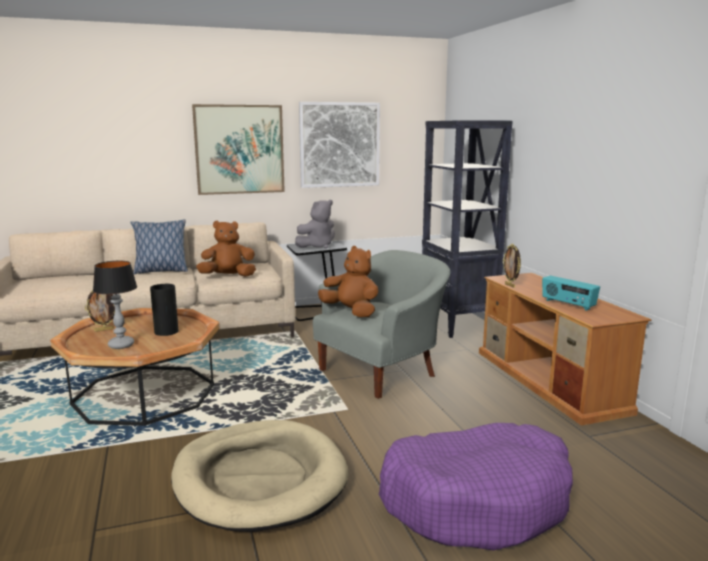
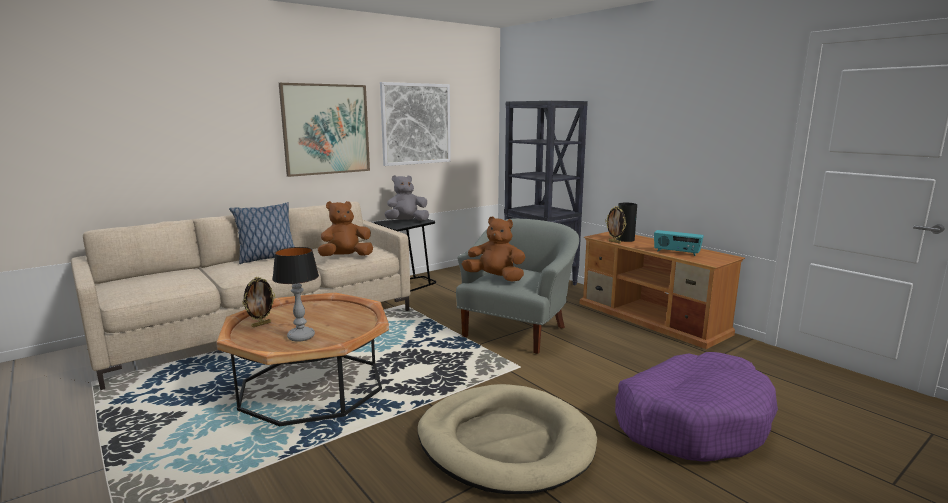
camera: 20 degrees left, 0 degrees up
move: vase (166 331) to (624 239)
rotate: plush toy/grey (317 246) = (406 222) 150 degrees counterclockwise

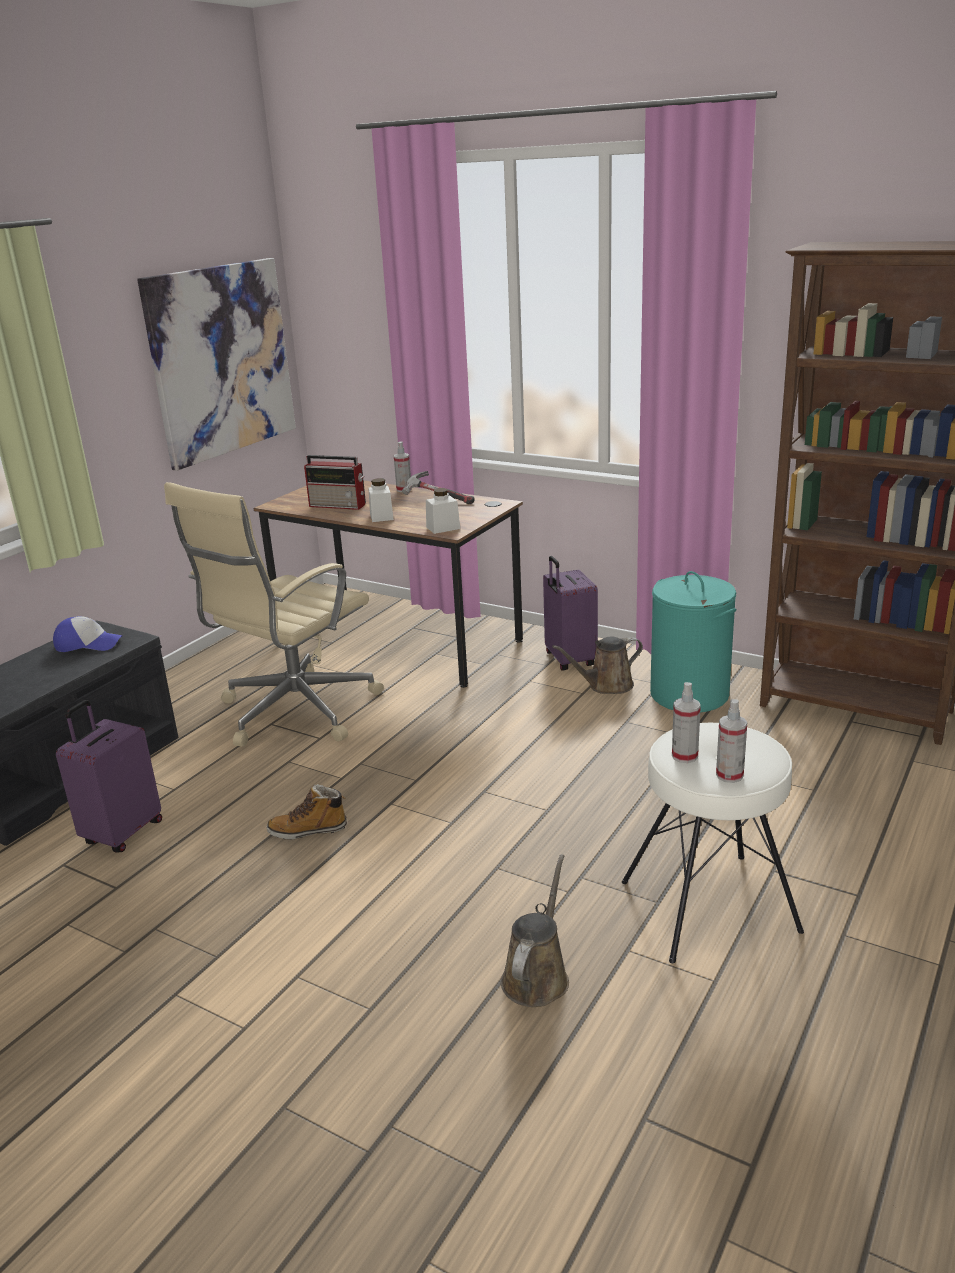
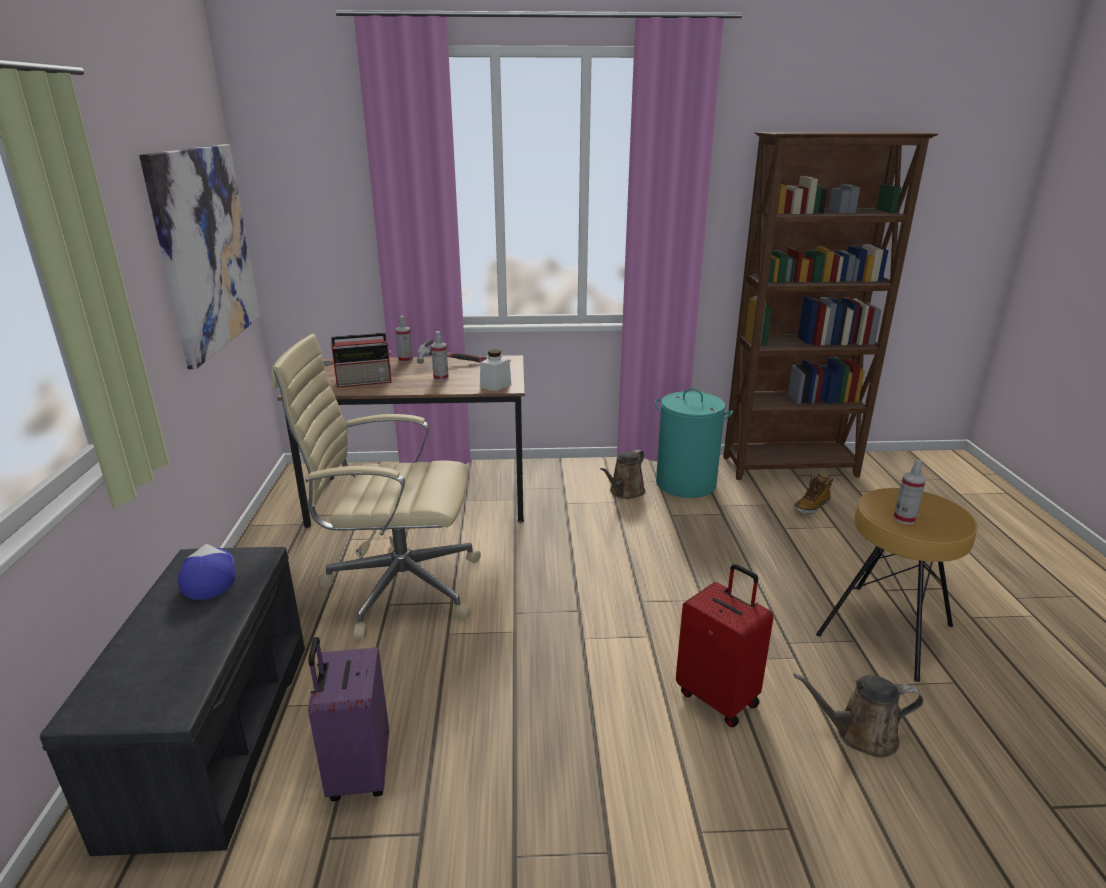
camera: 35 degrees left, 0 degrees up
delete: jar/white (381 516); suitcase/purple (568 660)
insert: suitcase/red (718 697)
move: spray bottle (729 775) to (441 378); boot (308 830) to (811 507)
recolor: stool/white (710 907) to stool/brown (886 630)
rotate: cap (88 644) = (210 577) 75 degrees counterclockwise; office chair/beige (294 712) = (397 586) 90 degrees clockwise; watering can/brown (537 976) = (860 734) 75 degrees counterclockwise

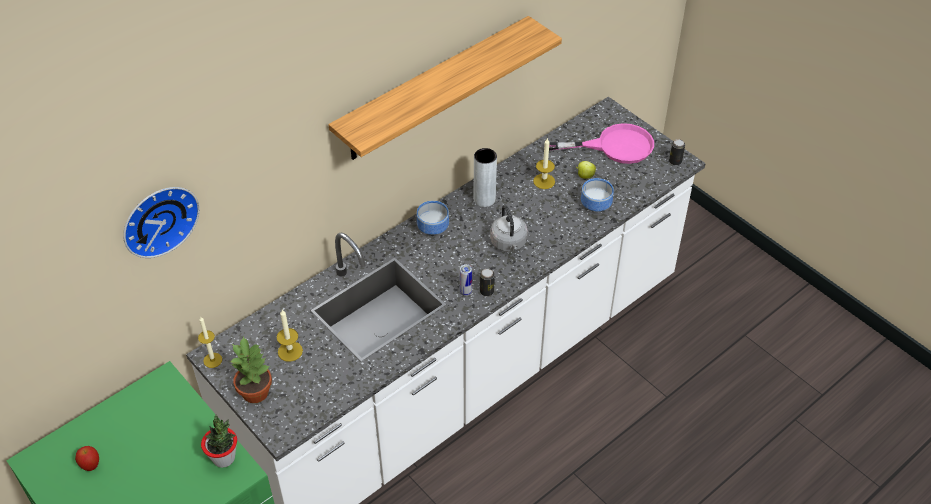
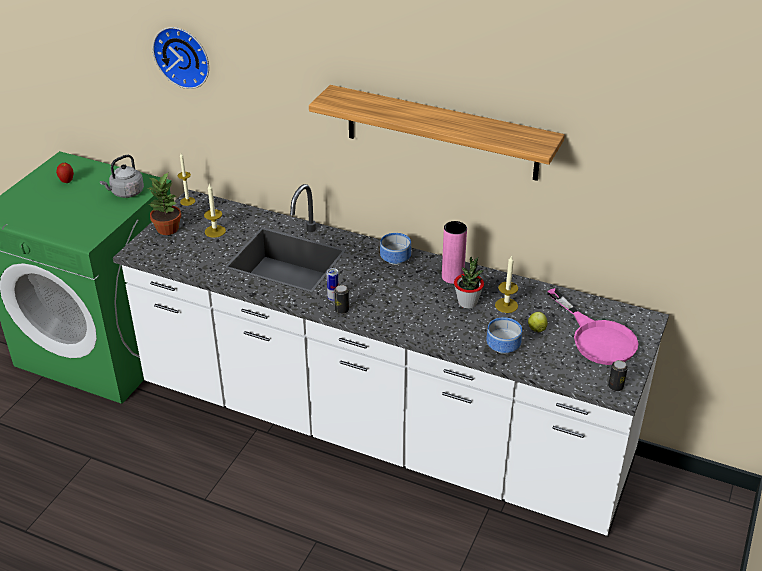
camera: 65 degrees right, 10 degrees down
move: kettle/grey (509 244) to (126 193); potted plant (224 458) to (467 303)
recolor: vase/grey (484 199) to vase/pink (452 277)

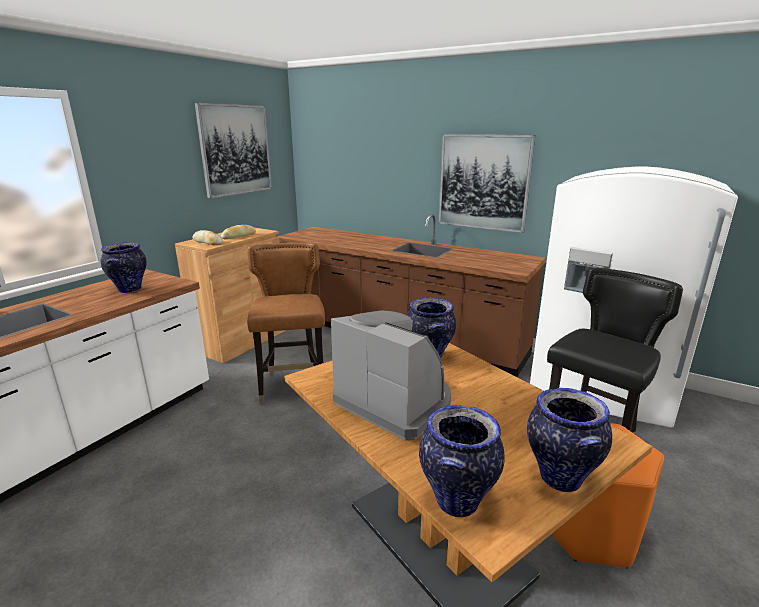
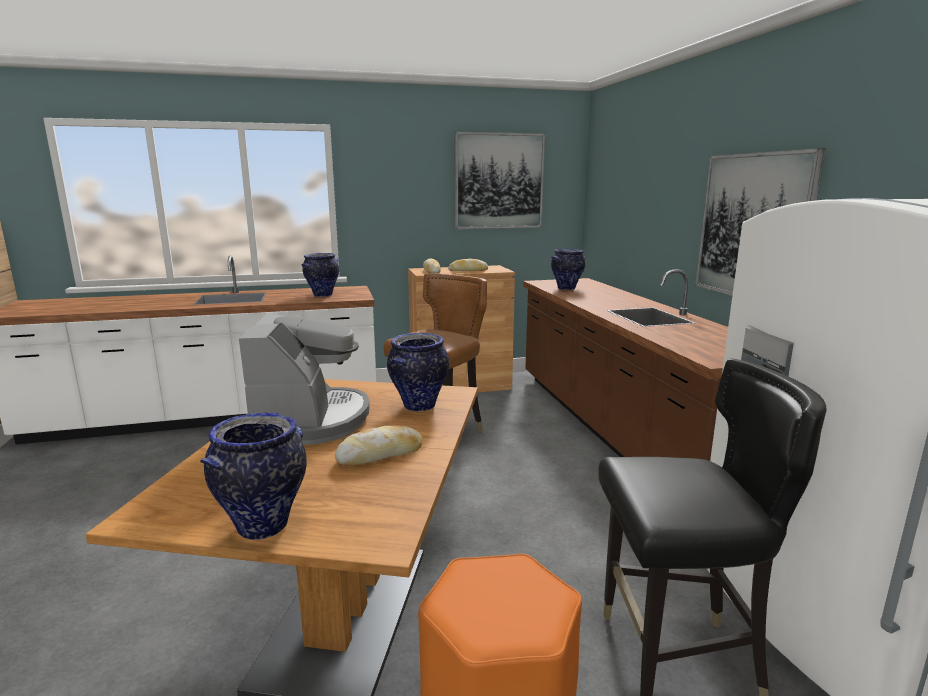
camera: 45 degrees right, 5 degrees down
insert: bread (380 454)
move: vase (457 501) to (566 288)

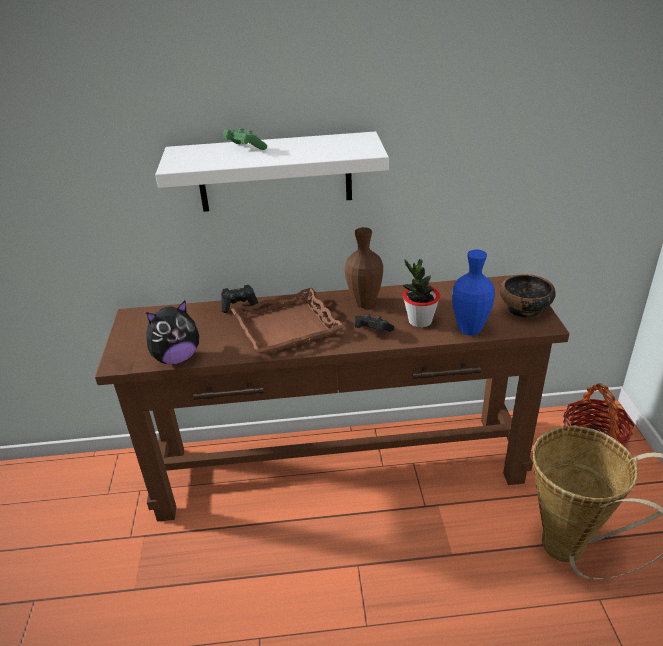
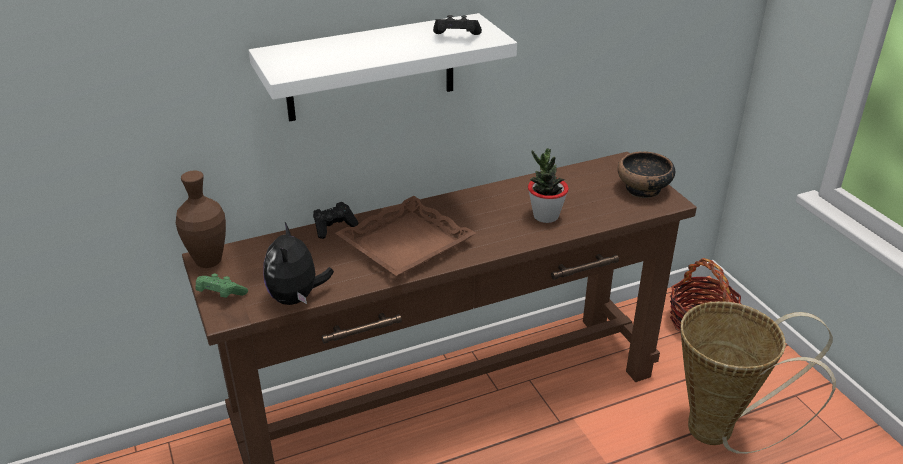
camera: 20 degrees left, 0 degrees up
delete: vase/blue (469 330)
move: vase/brown (364 303) to (208 261); game controller/green (244 149) to (220 295); game controller/black (372 331) to (456 37)
rotate: plush toy (176 358) = (297 298) 135 degrees clockwise

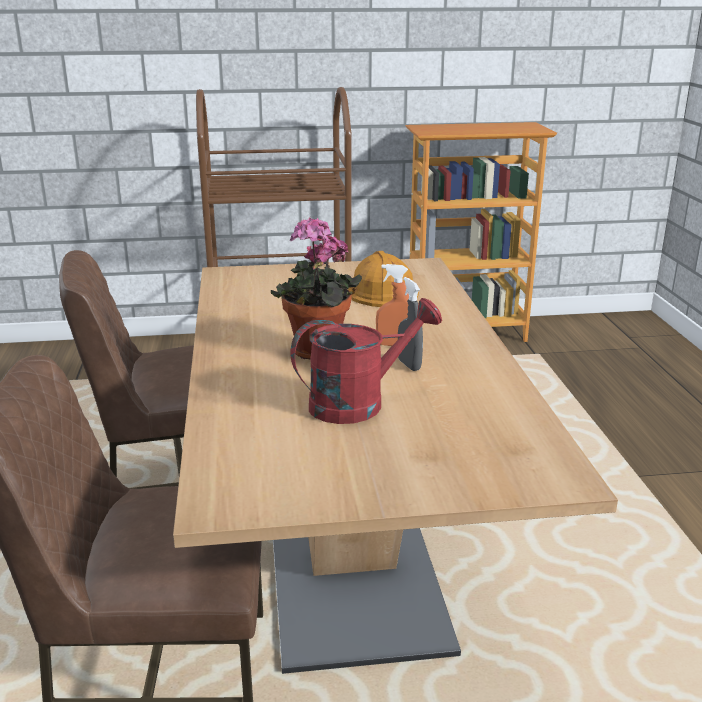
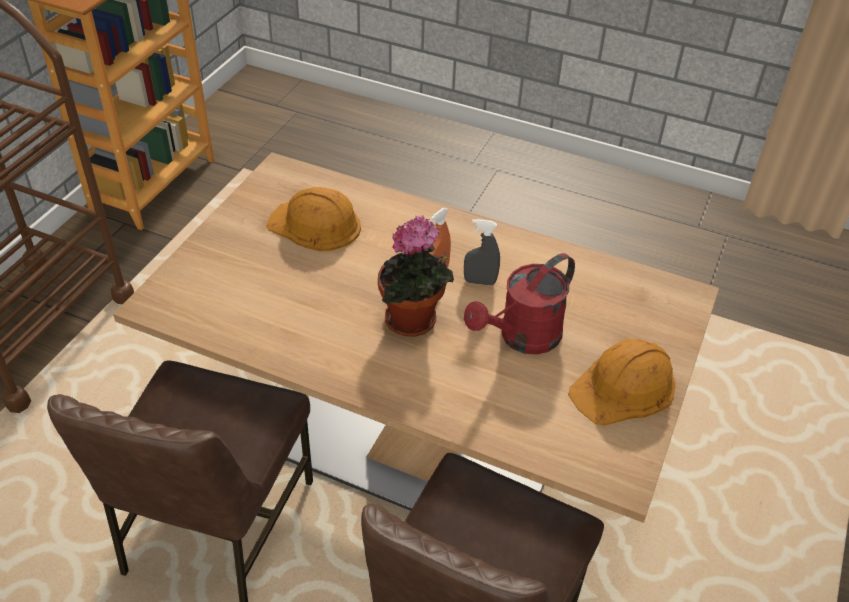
camera: 60 degrees left, 20 degrees up
insert: hard hat/orange (624 388)
rotate: watering can/red (359 402) = (522 338) 135 degrees counterclockwise

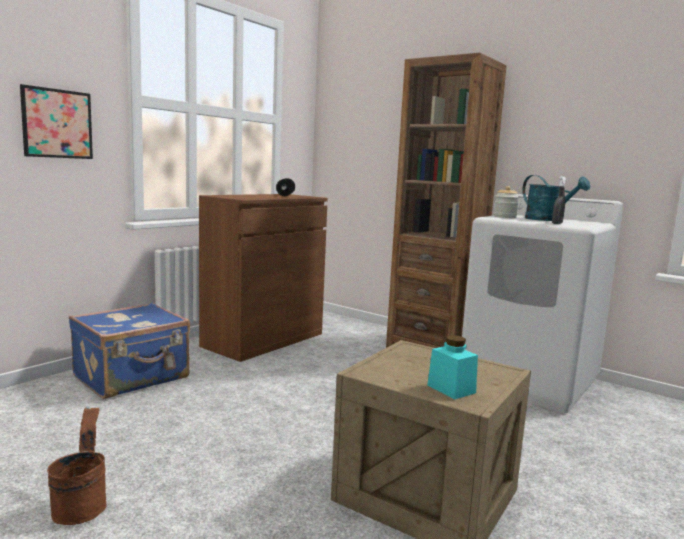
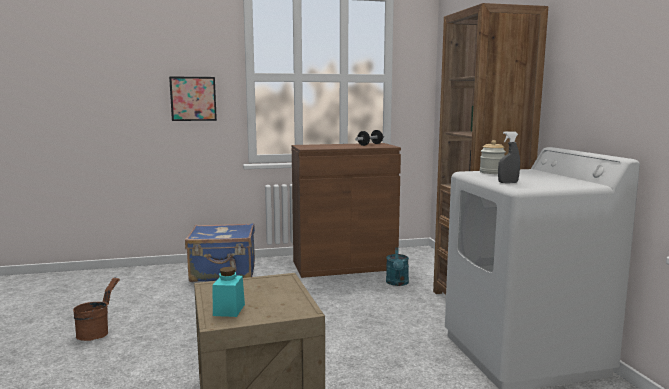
camera: 40 degrees right, 0 degrees up
move: watering can/turquoise (547 220) to (397 283)

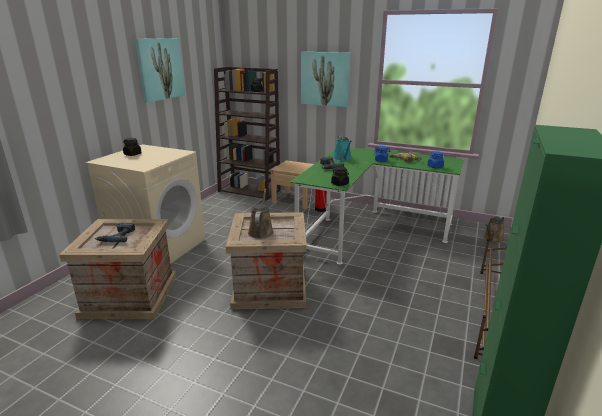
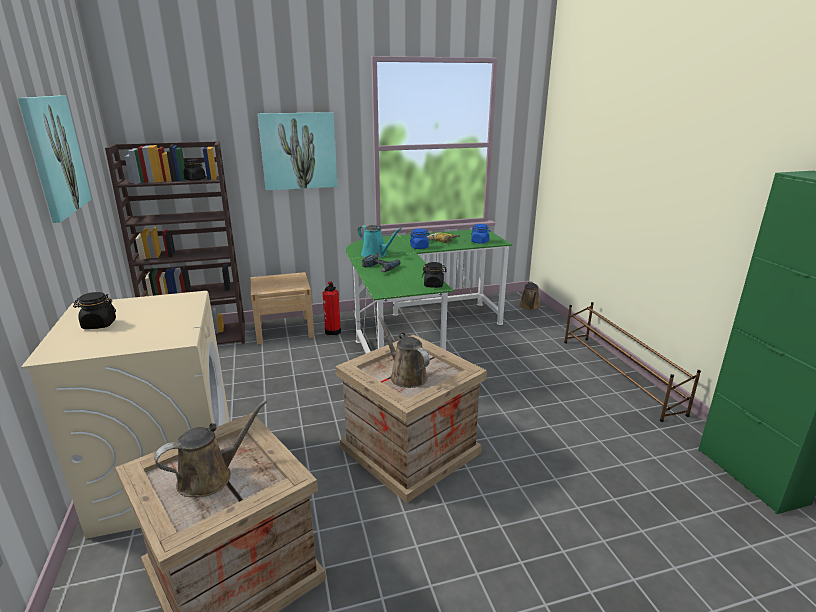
camera: 40 degrees left, 0 degrees up
replace: power drill (117 236) to watering can/brown (210 477)

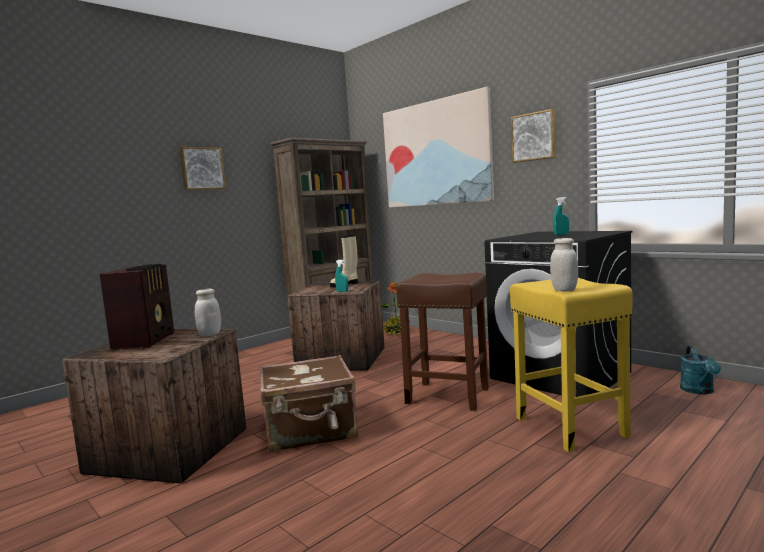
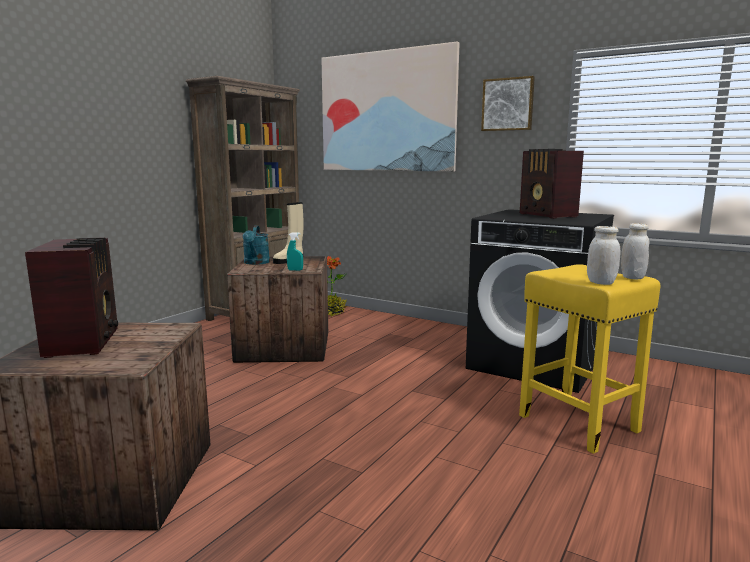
camera: 15 degrees left, 5 degrees up
delete: picture (202 168); suitcase/brown (311 431); stool/brown (449 396)
move: watering can/turquoise (699 391) to (256 263); jar/white (209 334) to (632 277)
replace: spray bottle/turquoise (561 234) to radio (547 215)

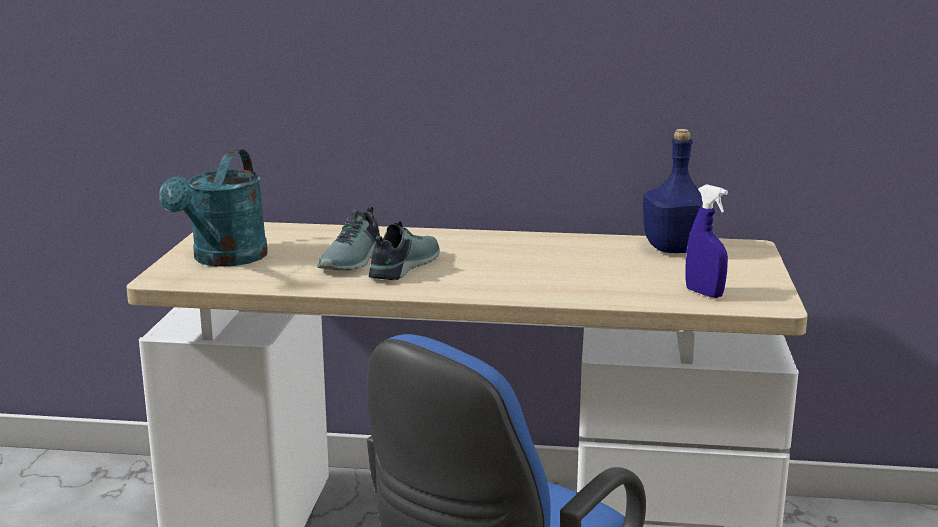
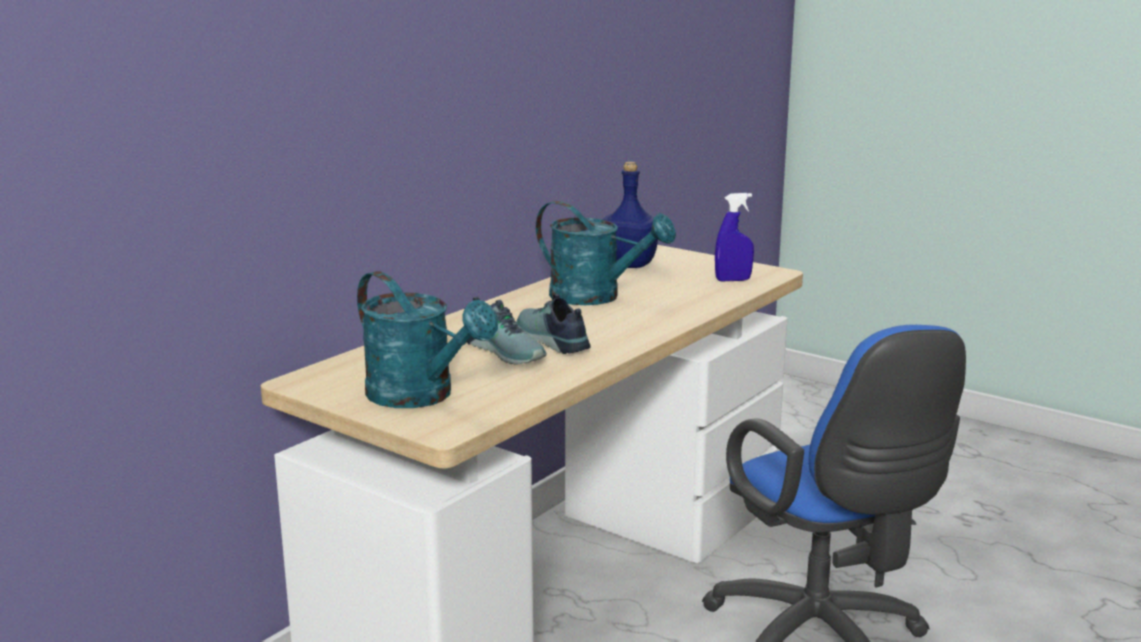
camera: 60 degrees left, 0 degrees up
insert: watering can/turquoise (596 297)

